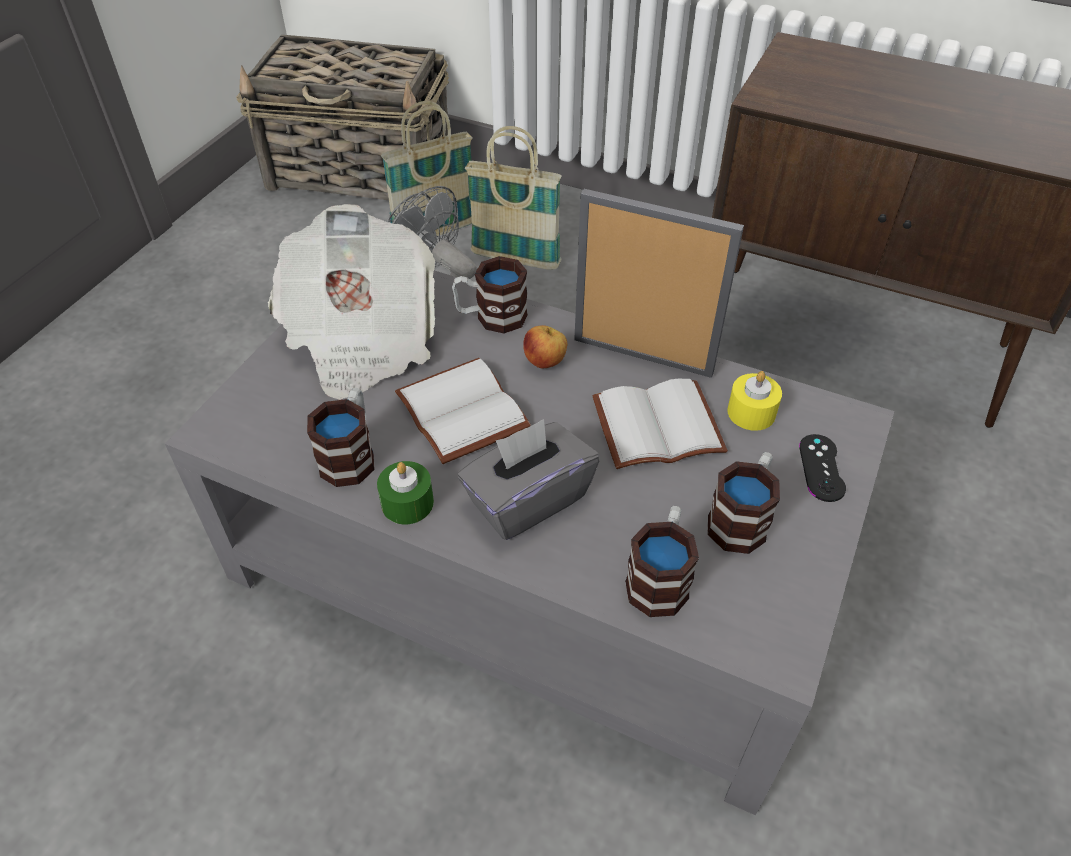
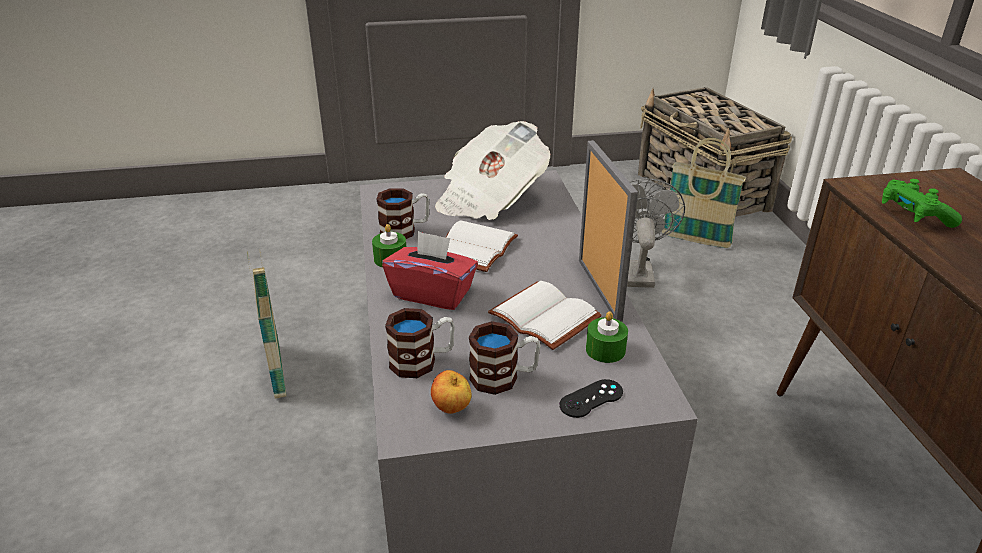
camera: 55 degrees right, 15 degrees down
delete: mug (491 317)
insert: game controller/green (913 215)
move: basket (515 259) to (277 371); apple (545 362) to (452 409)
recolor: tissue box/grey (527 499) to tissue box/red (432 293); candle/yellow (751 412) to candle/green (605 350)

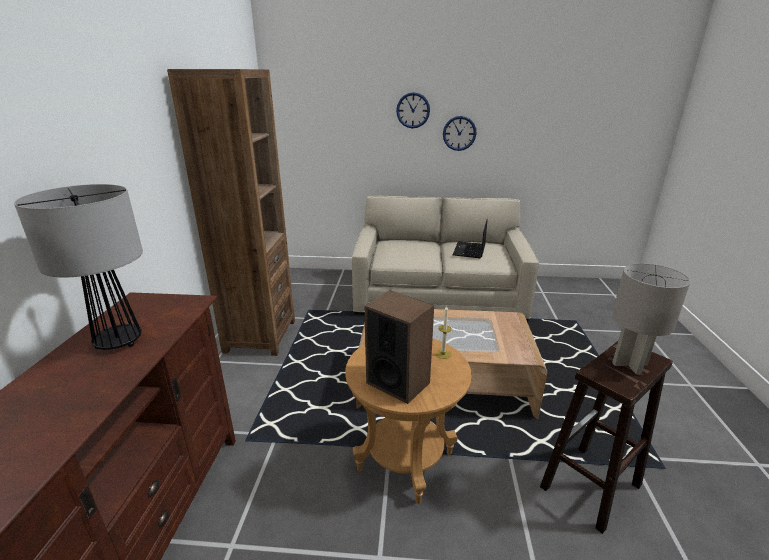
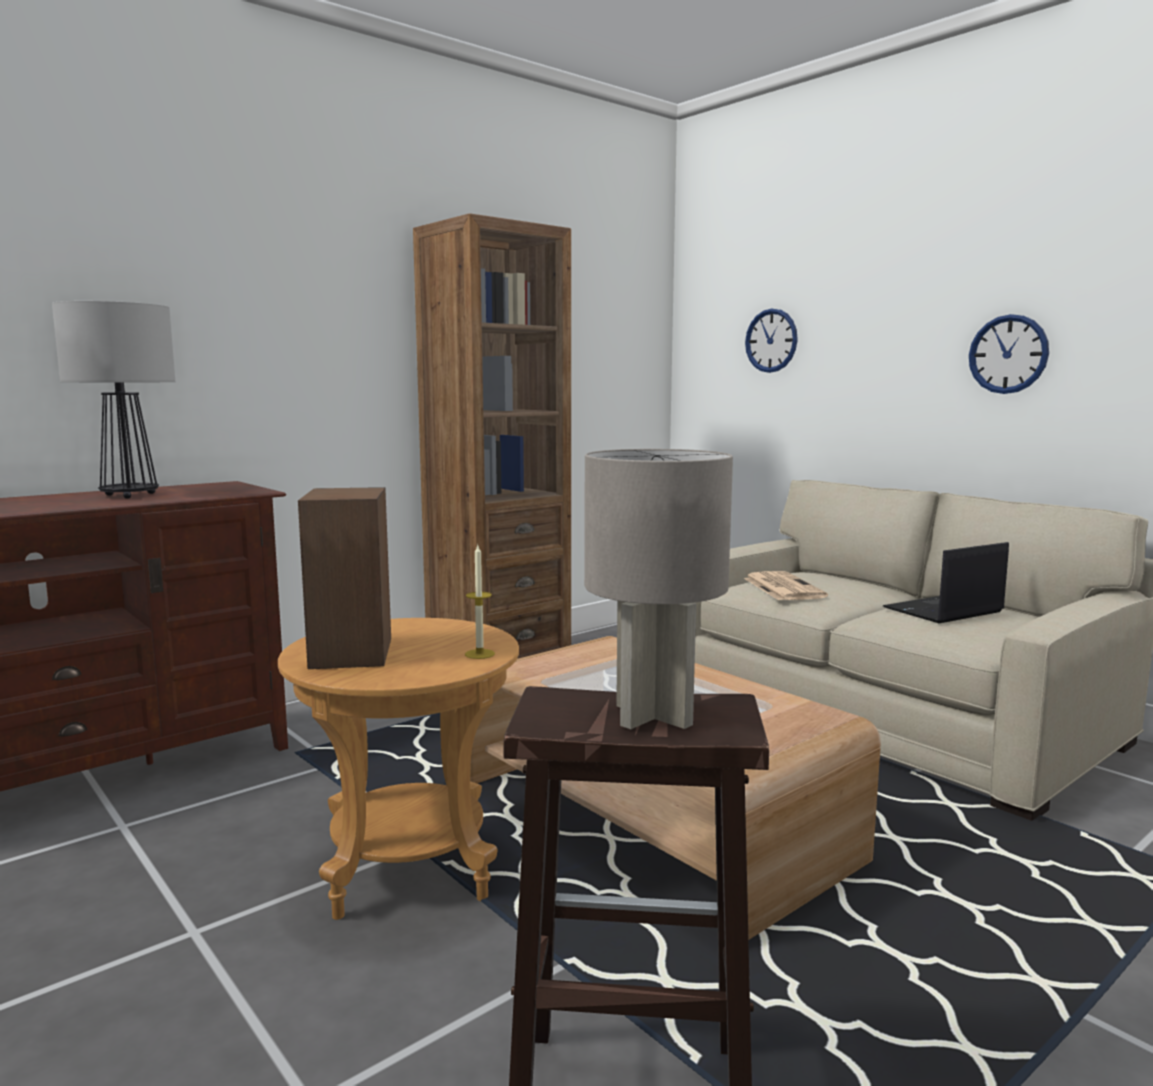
camera: 45 degrees right, 15 degrees down
insert: newspaper (782 587)
move: wall clock (413 110) to (771 340)

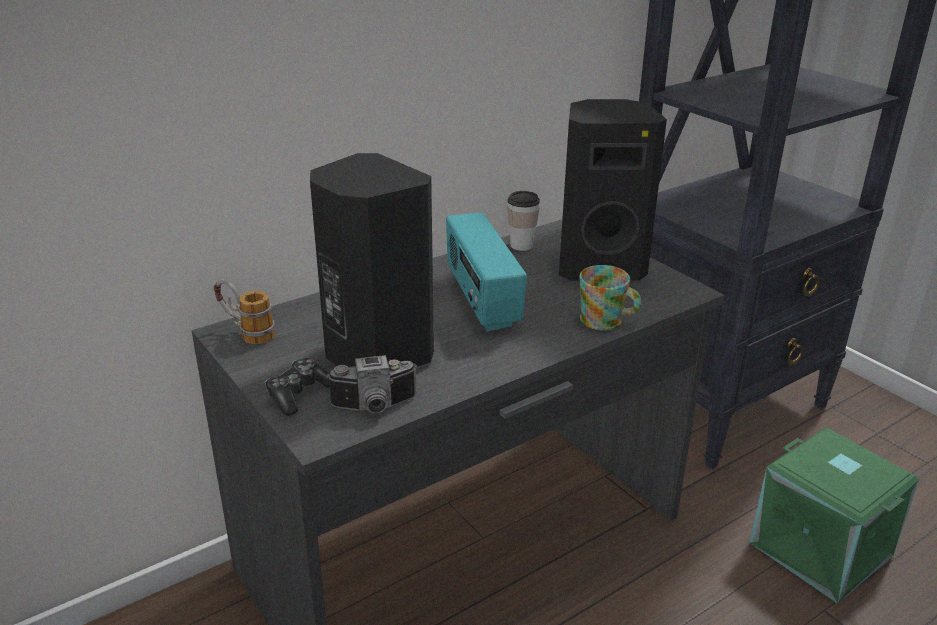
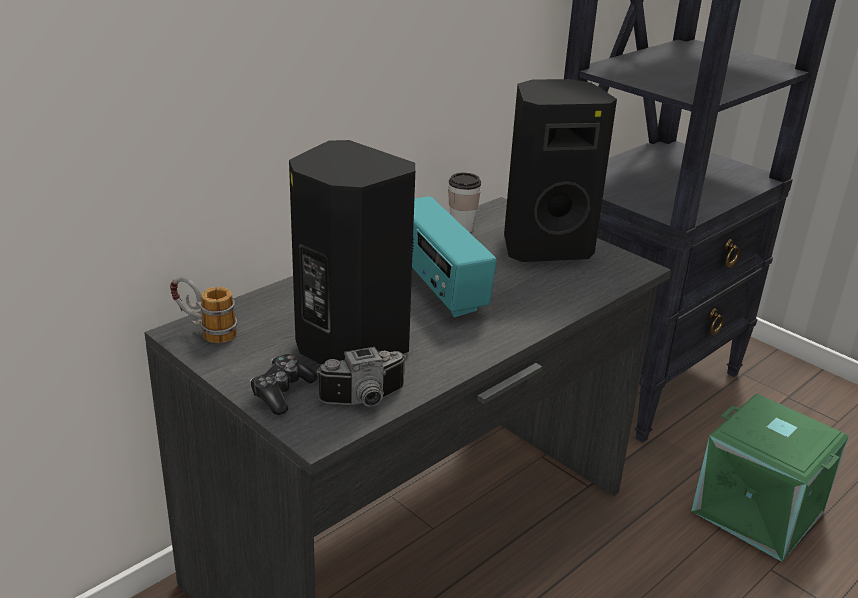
camera: 10 degrees left, 0 degrees up
delete: mug (607 321)

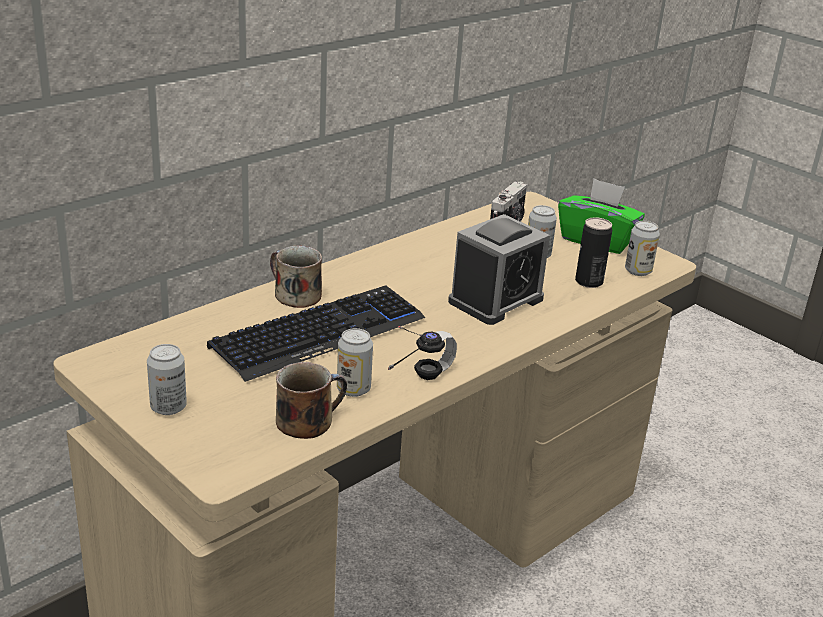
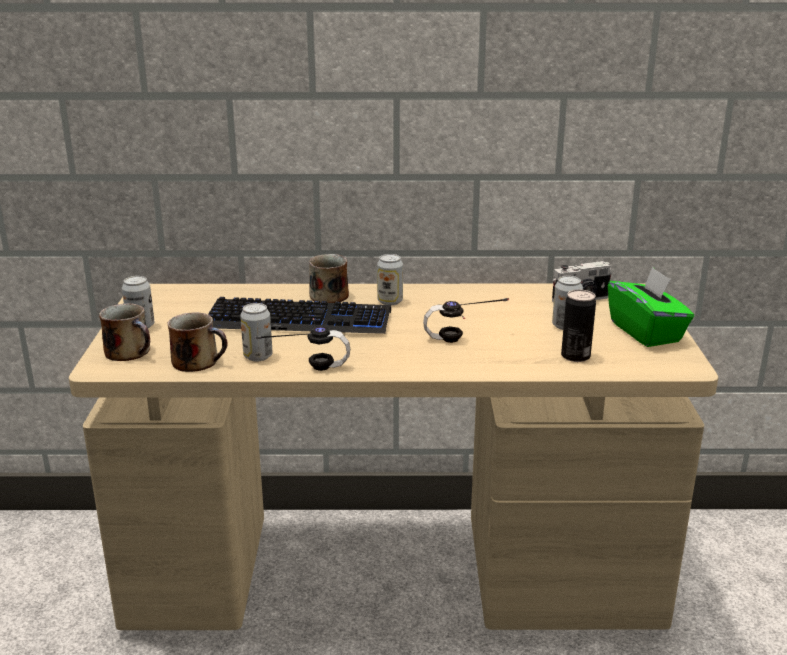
camera: 45 degrees right, 5 degrees down
insert: mug (130 351)
move: can (638 271) to (390 301)
replace: alarm clock (496 300) to headphones (466 342)

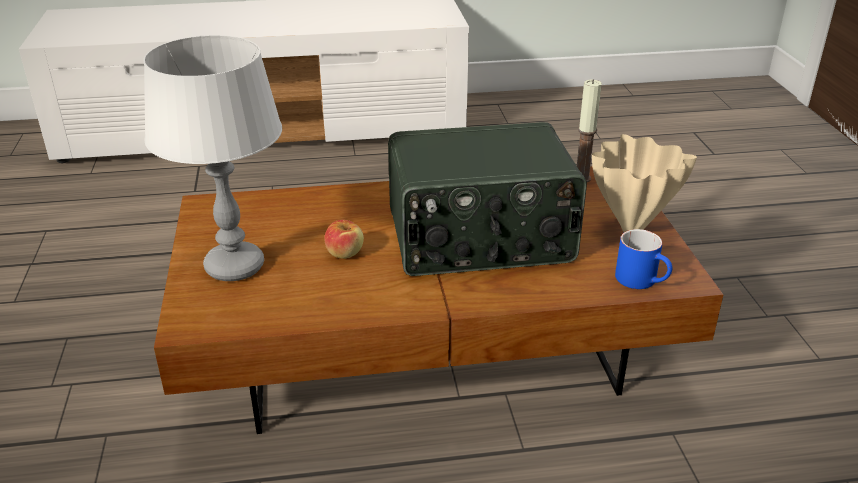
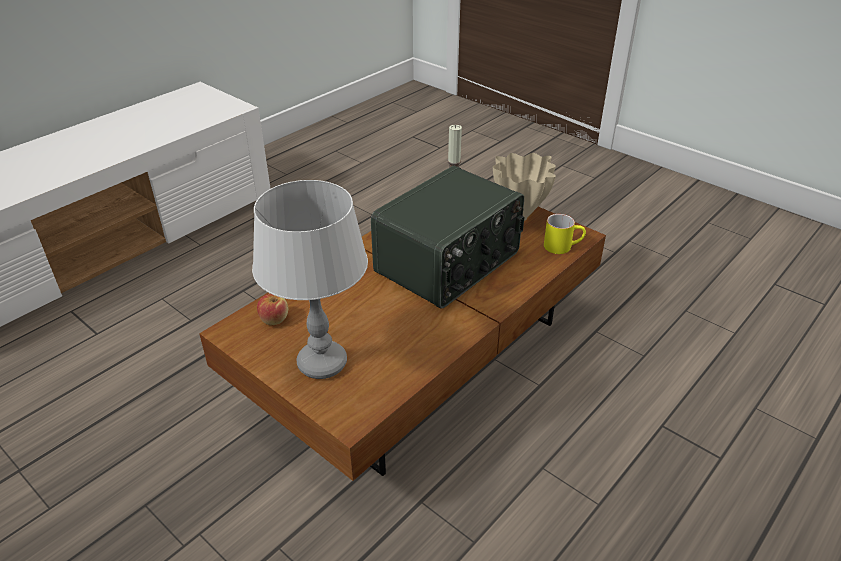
camera: 40 degrees left, 5 degrees up
move: apple (345 253) to (274 319)
recolor: mug/blue (643 281) to mug/yellow (563 246)

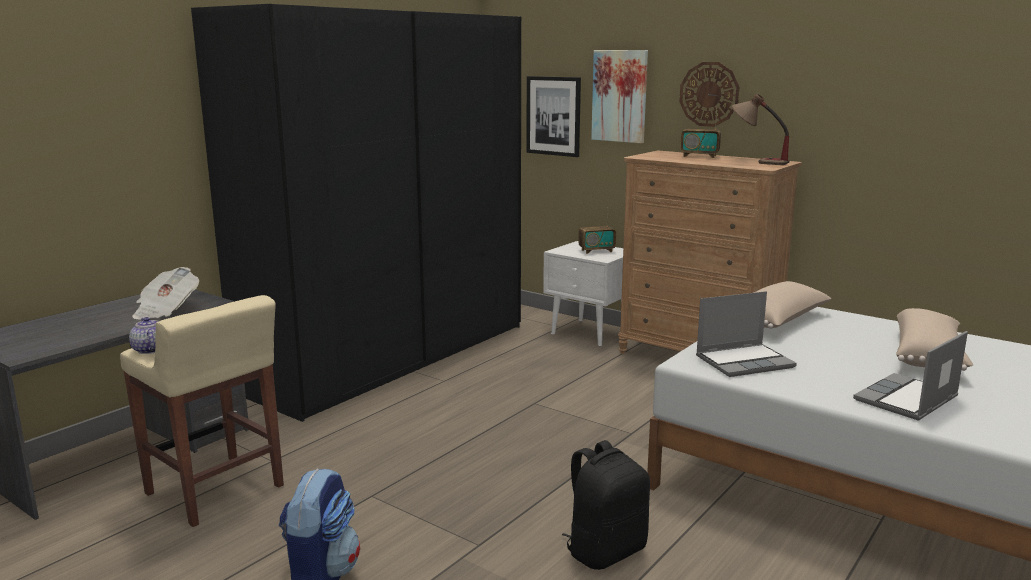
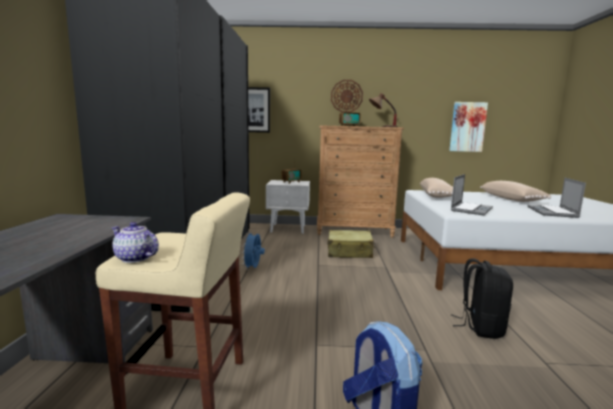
camera: 35 degrees left, 5 degrees down
delete: newspaper (166 310)
insert: fan/blue (253 268); suitcase/beige (349 252)
move: picture (620 96) to (467 127)

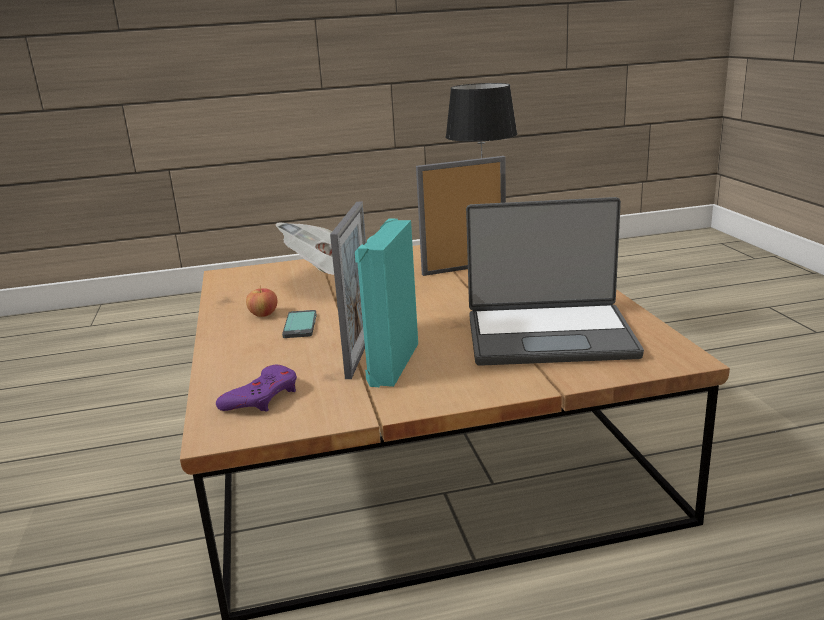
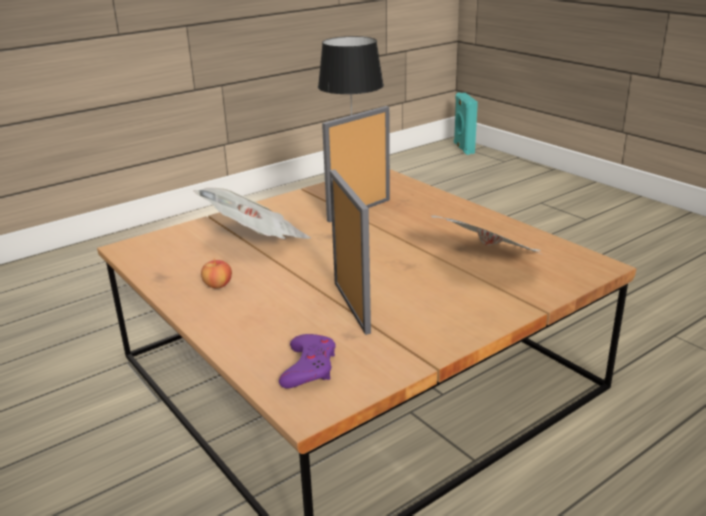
camera: 25 degrees left, 5 degrees up
delete: phone (300 325)
move: speaker/turquoise (391 364) to (463 148)
replace: laptop (549 335) to newspaper (490 263)

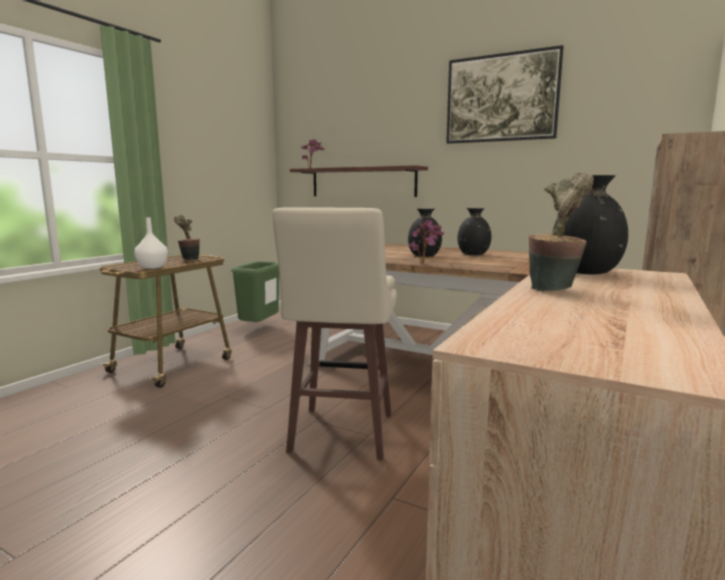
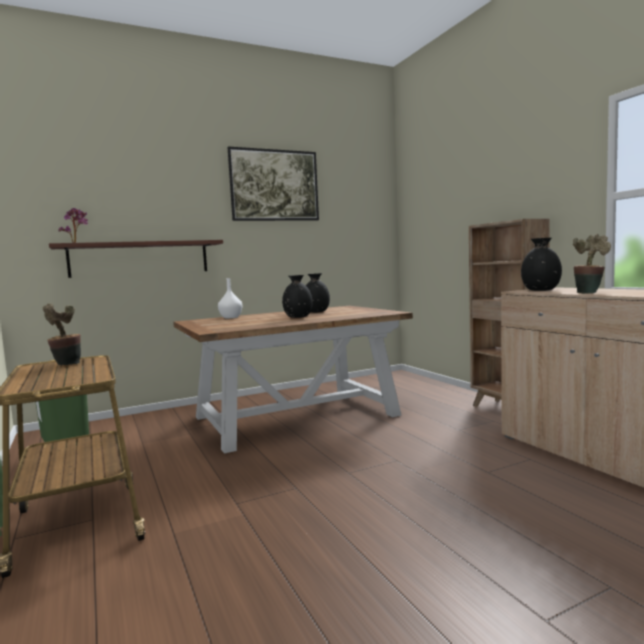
camera: 55 degrees left, 5 degrees down
delete: stool/beige (340 434); potted plant (425 263)
move: vase/white (153 267) to (231 317)

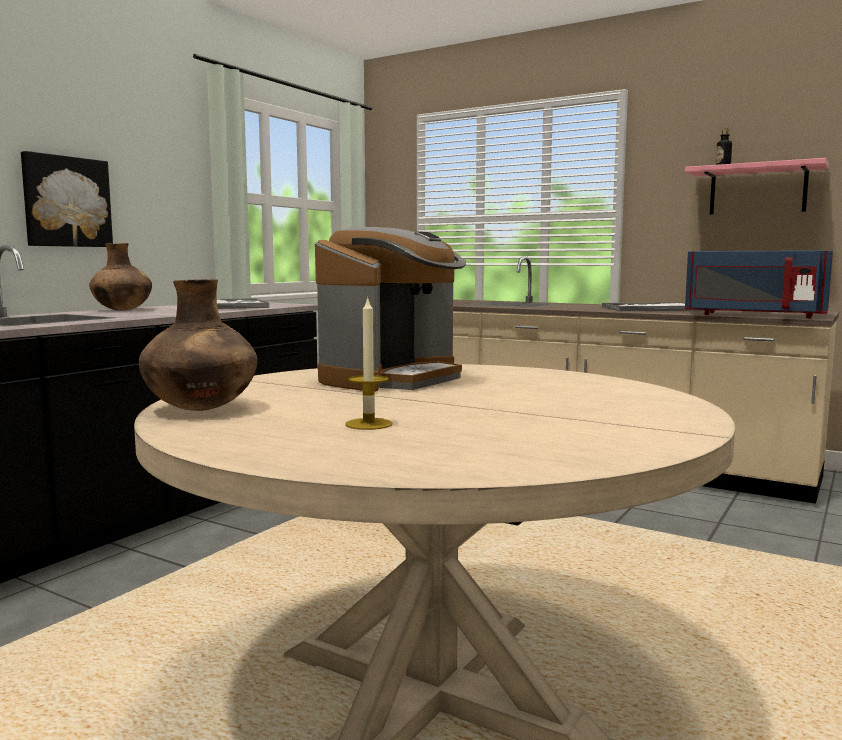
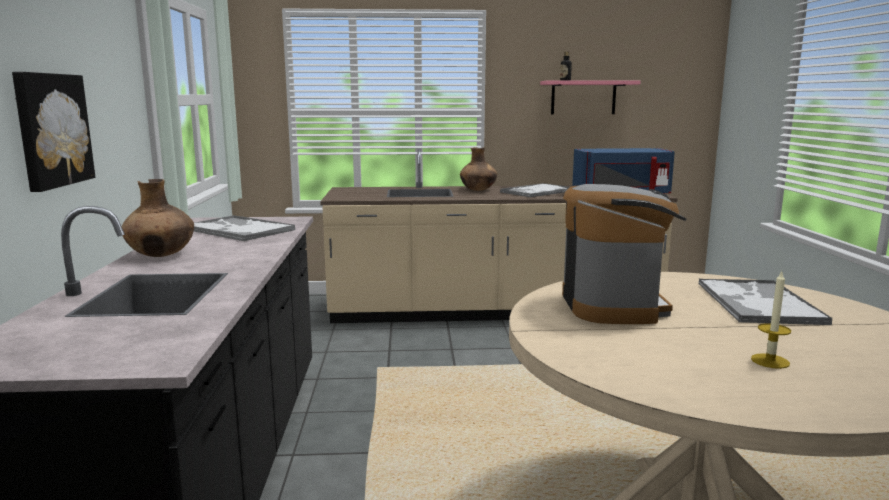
camera: 35 degrees left, 5 degrees up
insert: tray (757 302)
move: vase/brown (201 409) to (478 190)

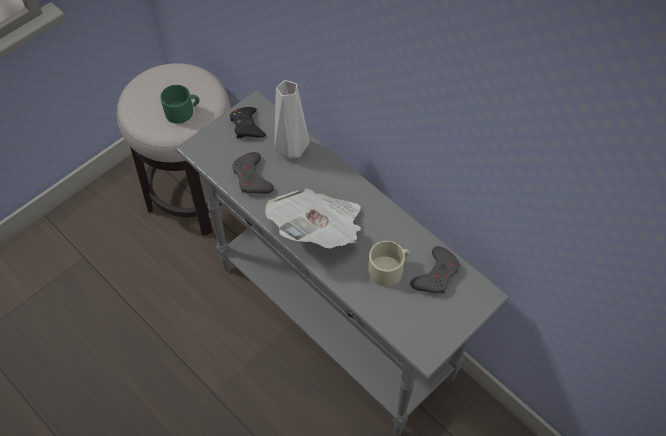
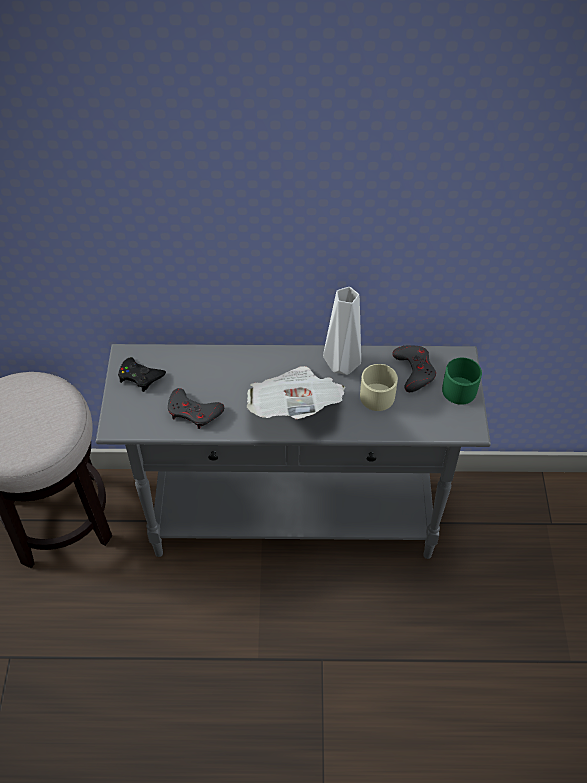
camera: 45 degrees left, 5 degrees down
move: vase/grey (293 151) to (343 365); mug/green (183 111) to (461 387)

